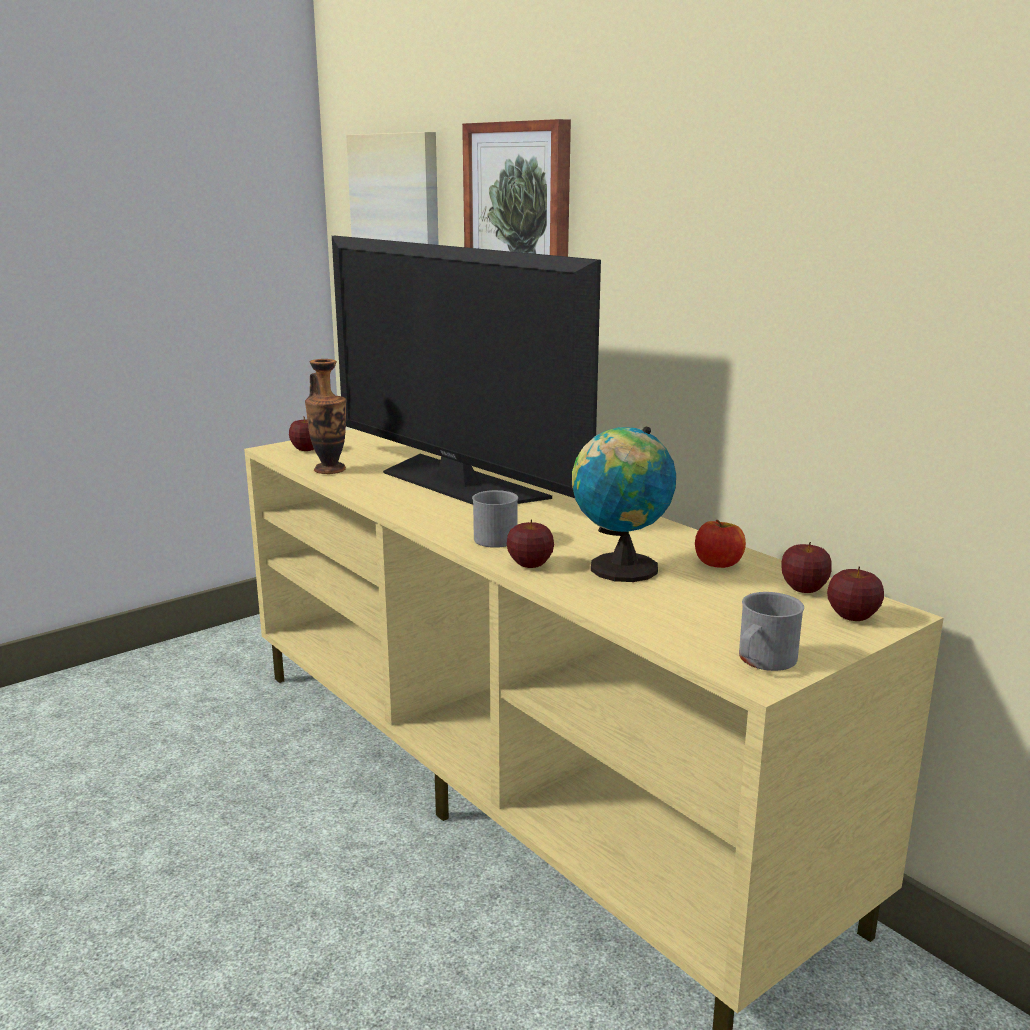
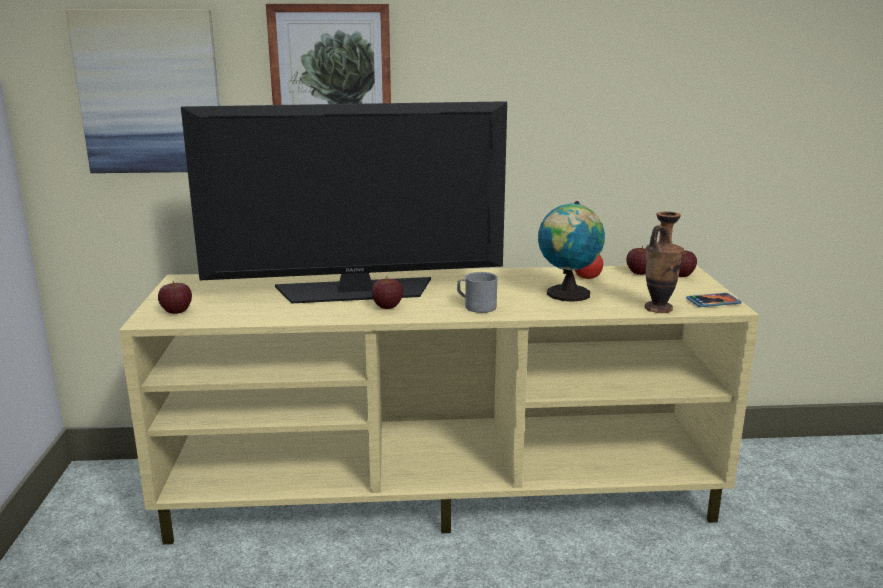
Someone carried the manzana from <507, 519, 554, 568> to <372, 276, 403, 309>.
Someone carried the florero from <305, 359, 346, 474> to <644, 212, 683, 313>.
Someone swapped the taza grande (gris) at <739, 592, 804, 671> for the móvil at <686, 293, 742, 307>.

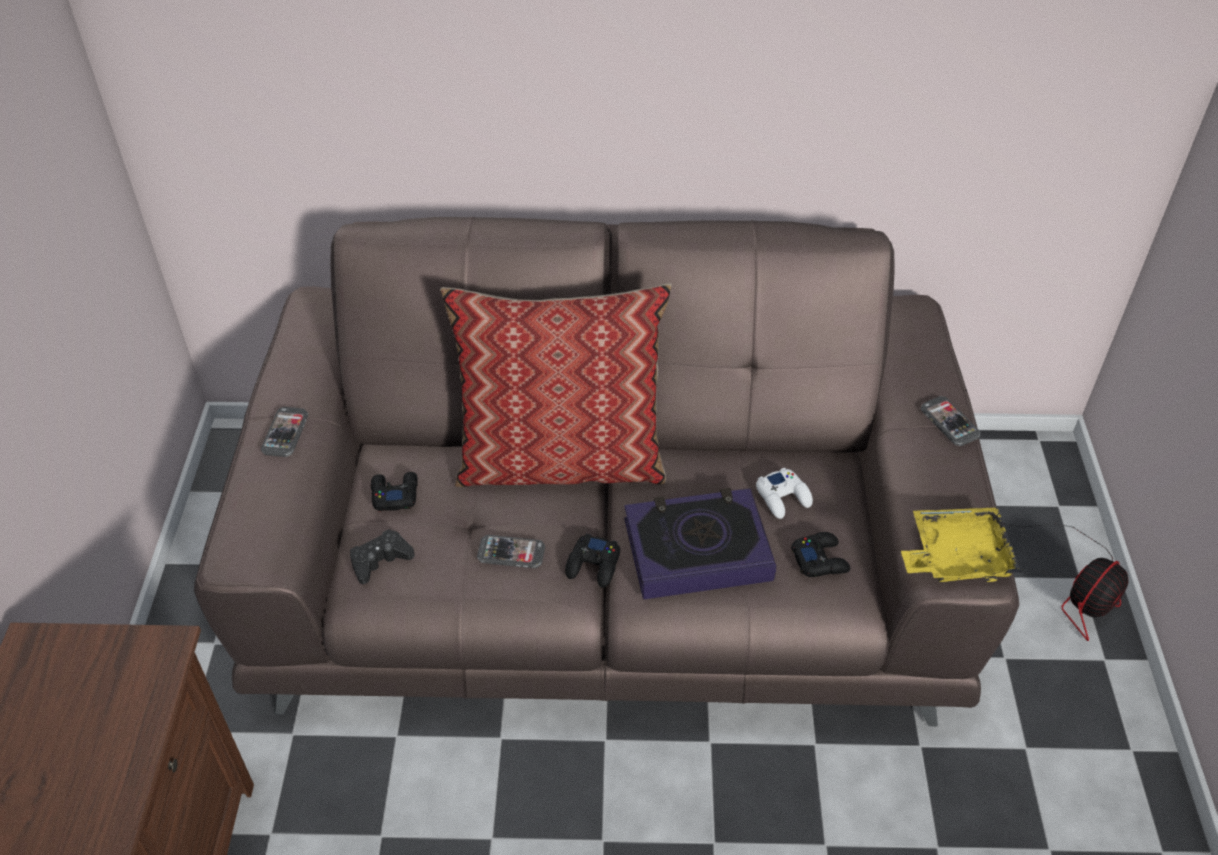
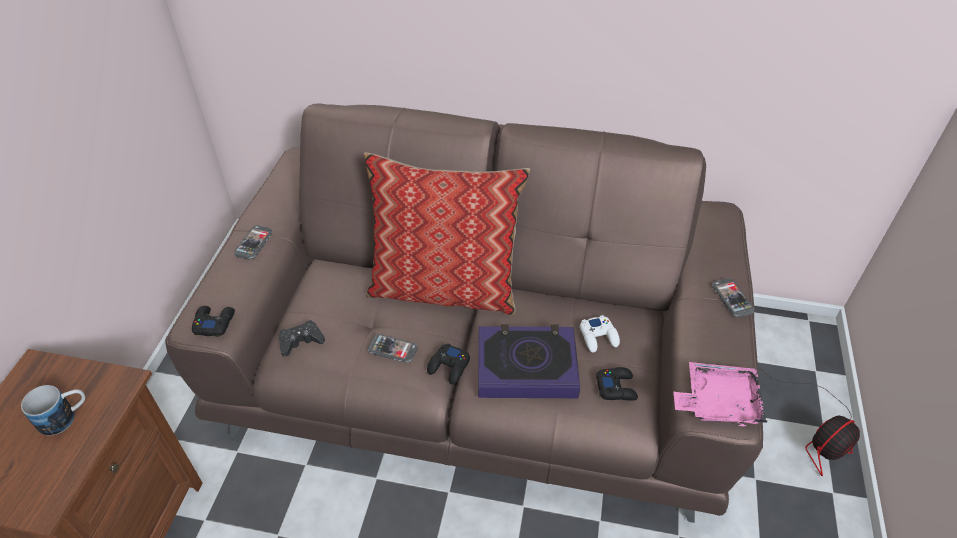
Someone put down the taza grande at <21, 385, 85, 436>.
Someone carried the mando de consola (negro) from <371, 472, 418, 511> to <192, 306, 235, 337>.
Someone repainted the bandeja (amarillo) at <901, 507, 1023, 582>, which became the bandeja (rosa) at <674, 362, 768, 426>.

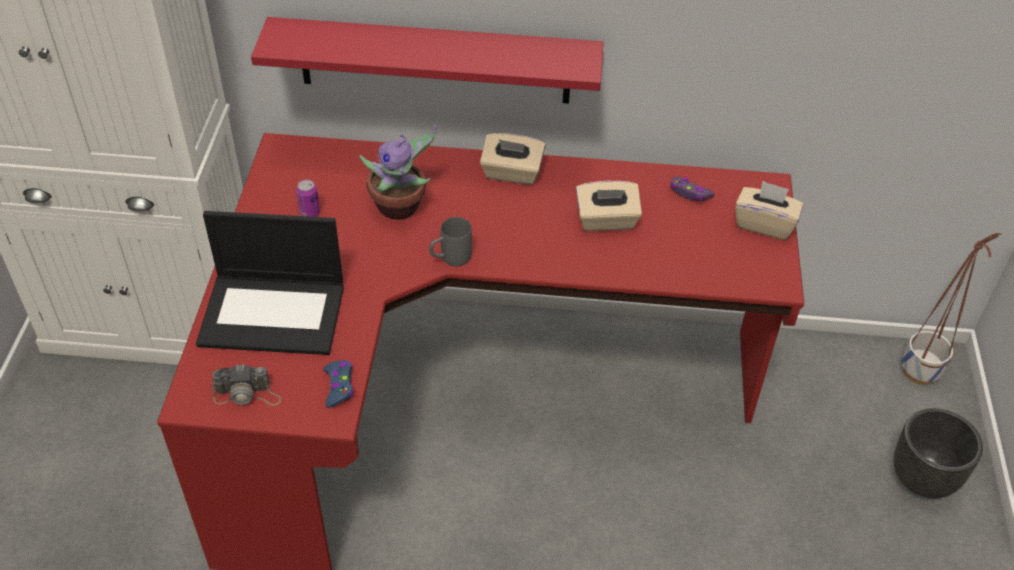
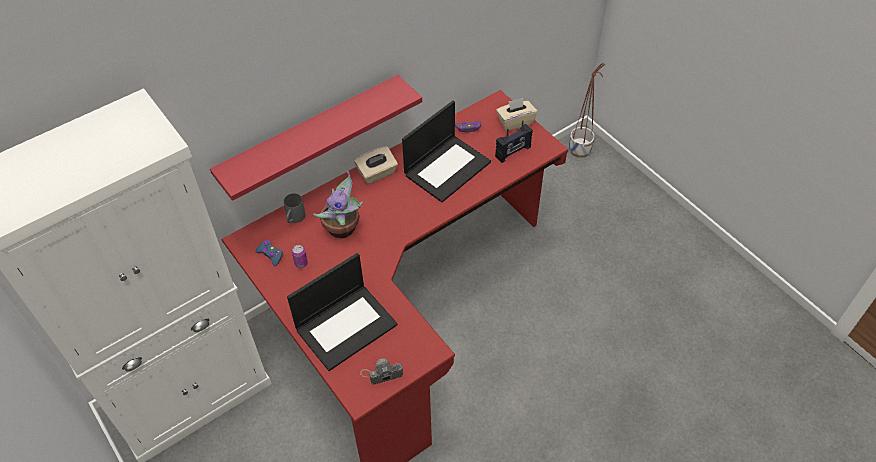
Someone carried the mando de consola (azul) from <324, 360, 354, 408> to <255, 240, 283, 266>.
Someone carried the taza grande (gris) from <429, 217, 472, 266> to <284, 193, 305, 223>.
Someone rotated the cámara at <212, 364, 281, 406> by 150 degrees counterclockwise.
Someone swapped the caja de pañuelos (beis) at <576, 181, 642, 231> for the portátil at <402, 101, 491, 203>.
Someone put down the radio at <495, 121, 533, 163>.
Someone took away the maceta (negro) at <894, 408, 983, 498>.

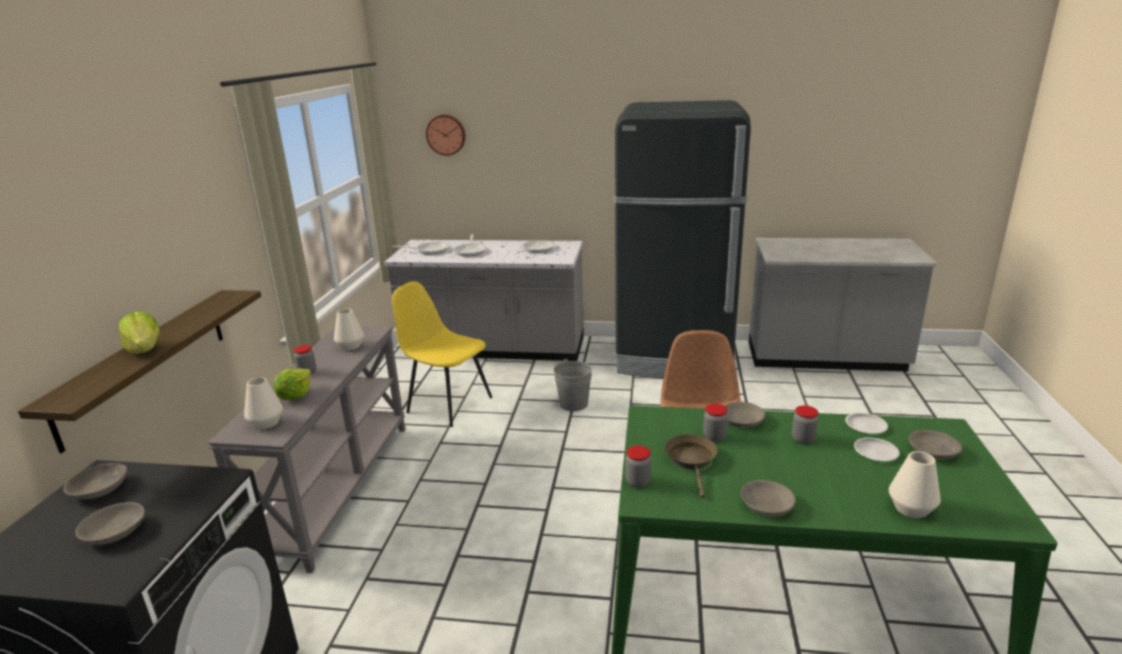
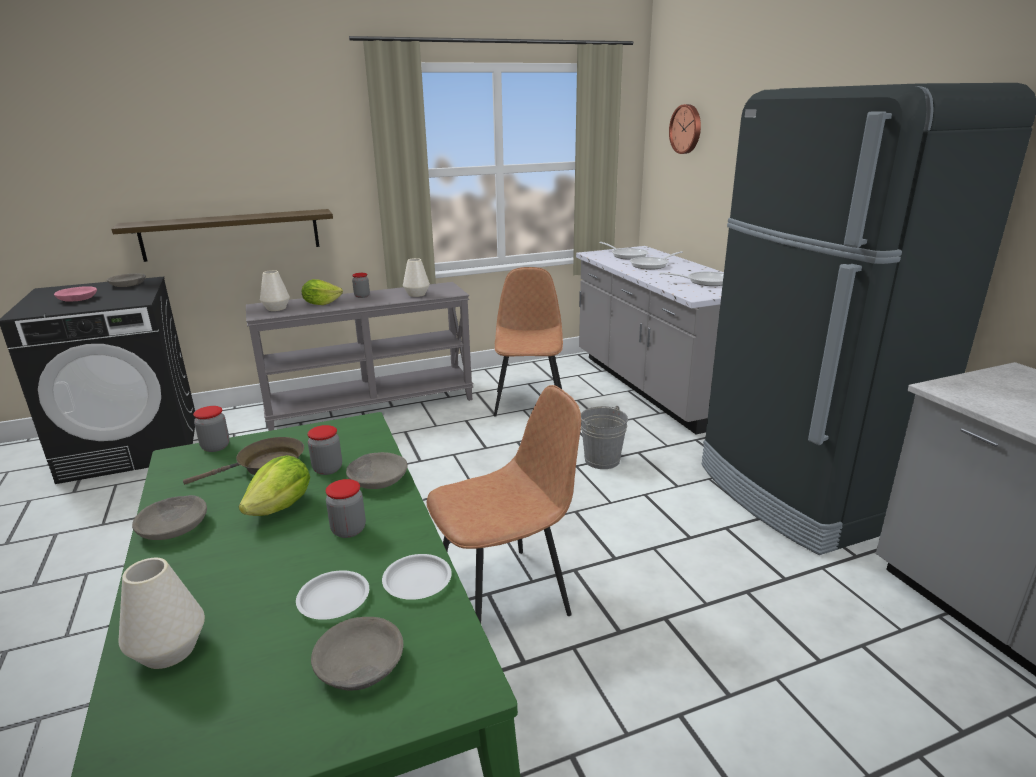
Someone repainted the cuenco (gris) at <75, 502, 145, 545>, which became the cuenco (rosa) at <54, 286, 97, 302>.
Someone carried the lechuga from <119, 311, 160, 354> to <239, 455, 310, 516>.
Someone repainted the silla (amarillo) at <392, 281, 492, 427>, which became the silla (marrón) at <494, 267, 563, 417>.

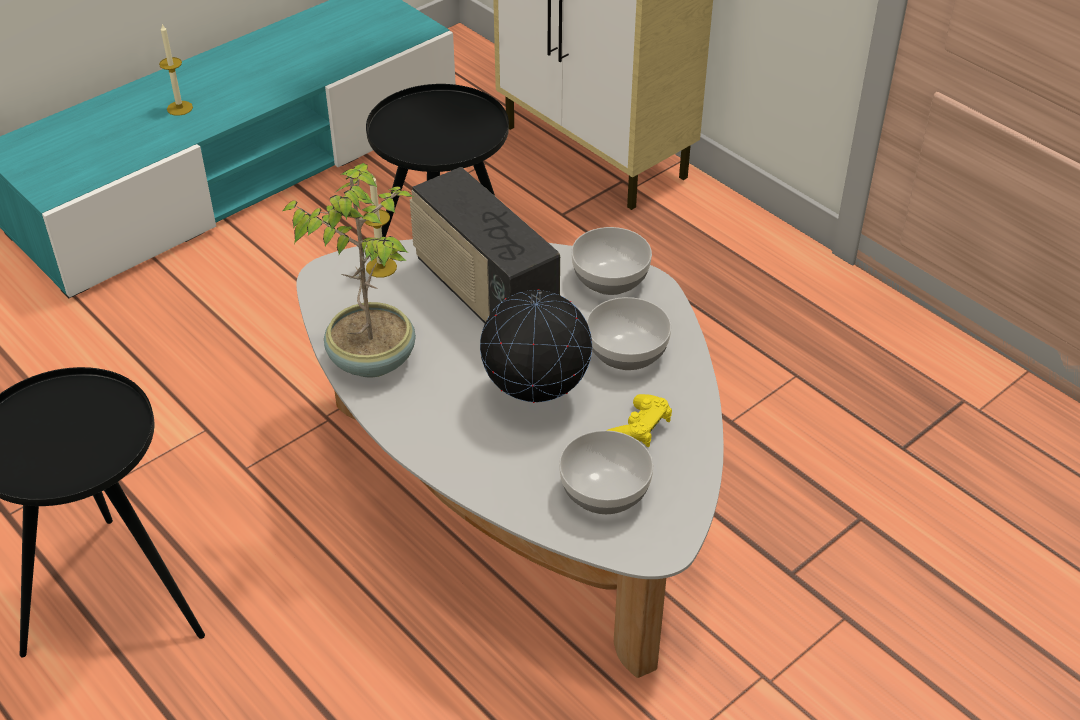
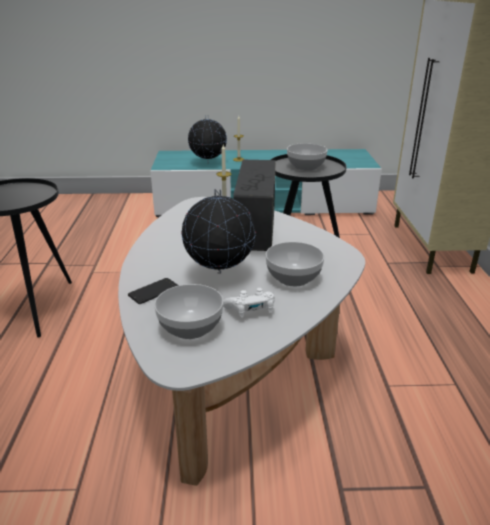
Someone put down the móvil at <128, 278, 179, 304>.
Someone put down the globo terráqueo at <188, 115, 227, 164>.
Someone repainted the mando de consola (amarillo) at <608, 394, 672, 447>, which became the mando de consola (blanco) at <223, 288, 275, 318>.
Someone carried the cuenco from <571, 227, 652, 295> to <287, 143, 328, 171>.
Someone took away the planta en maceta at <283, 163, 416, 378>.

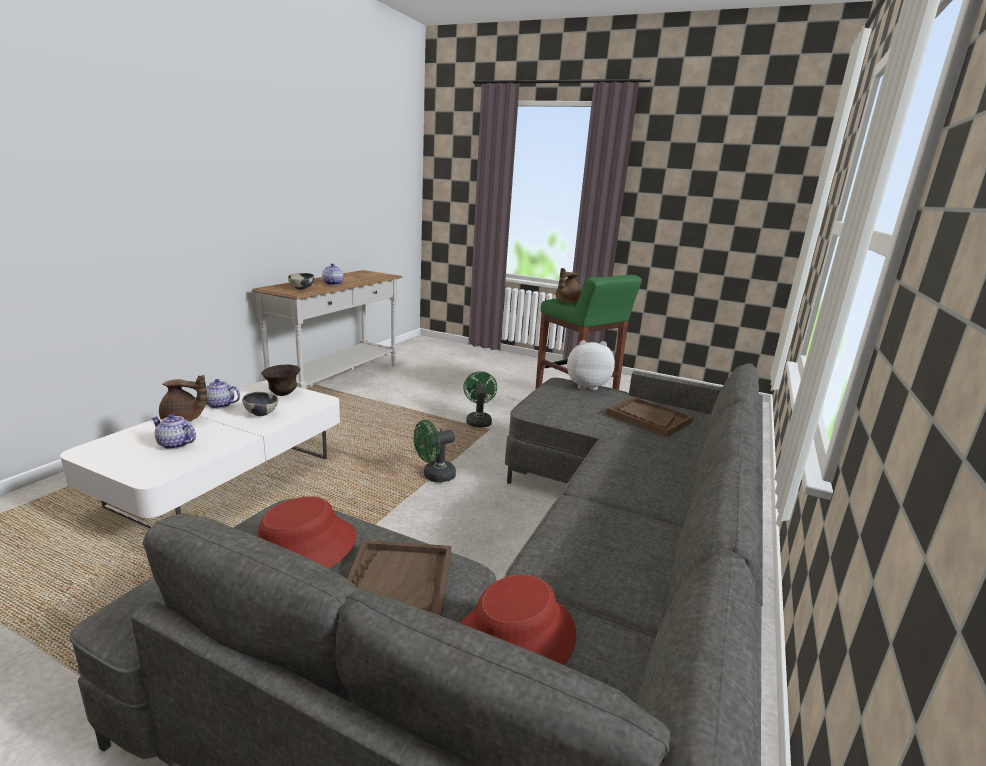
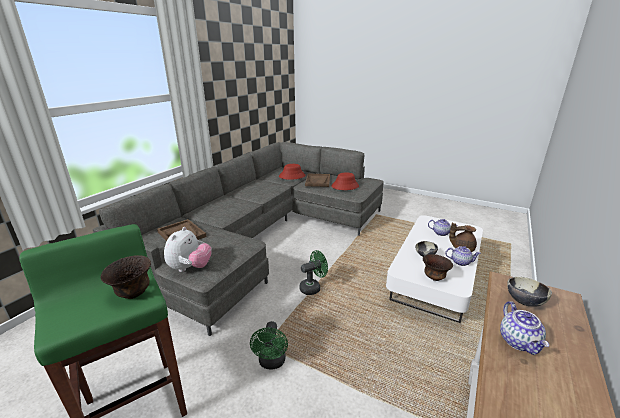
Someone swapped the tetera (marrón) at <556, 268, 581, 303> for the cuenco (marrón) at <100, 255, 151, 299>.
Someone rotated the peluche at <567, 340, 615, 390> by 75 degrees counterclockwise.

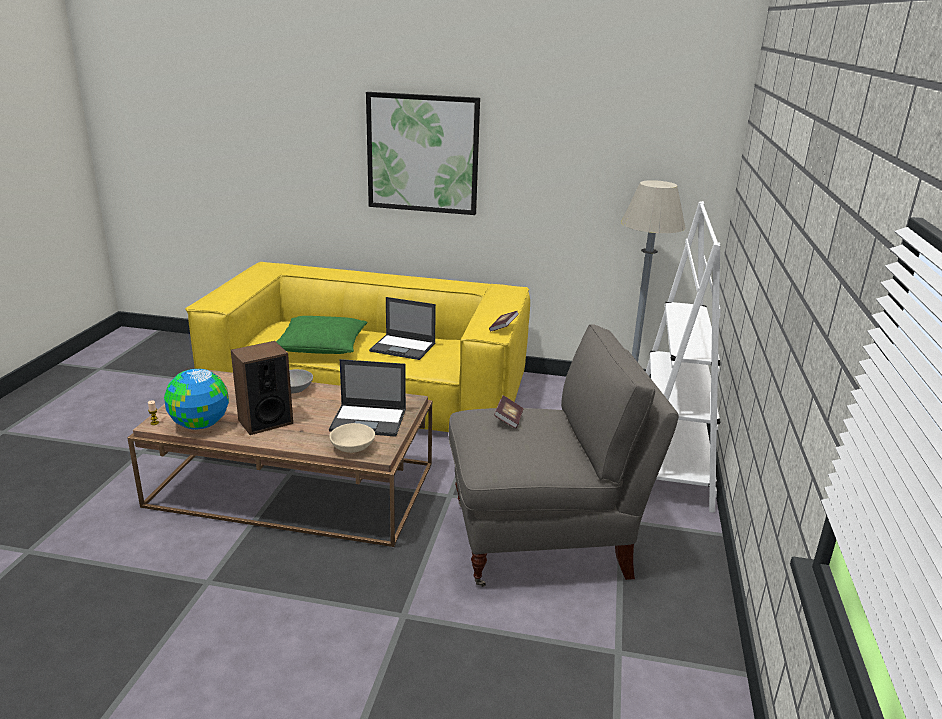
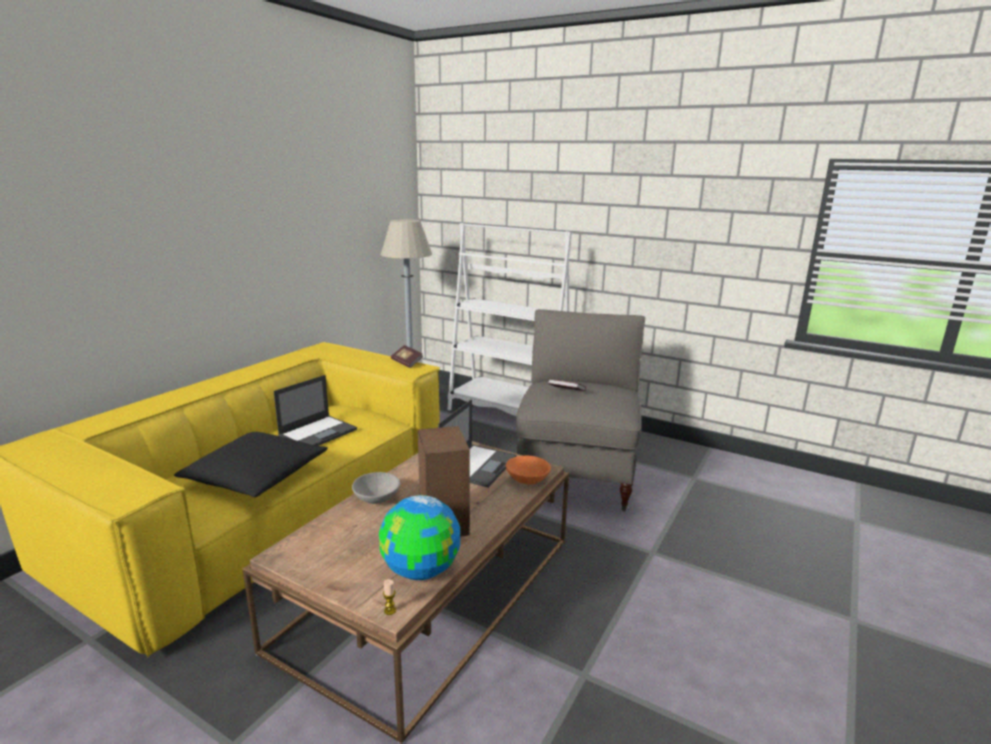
Someone repainted the cojín (verde) at <276, 316, 368, 354>, which became the cojín (negro) at <174, 432, 328, 497>.
Someone repainted the cuenco (beis) at <329, 423, 375, 453>, which became the cuenco (naranja) at <506, 456, 551, 484>.
Someone took away the cuadro at <366, 92, 480, 215>.

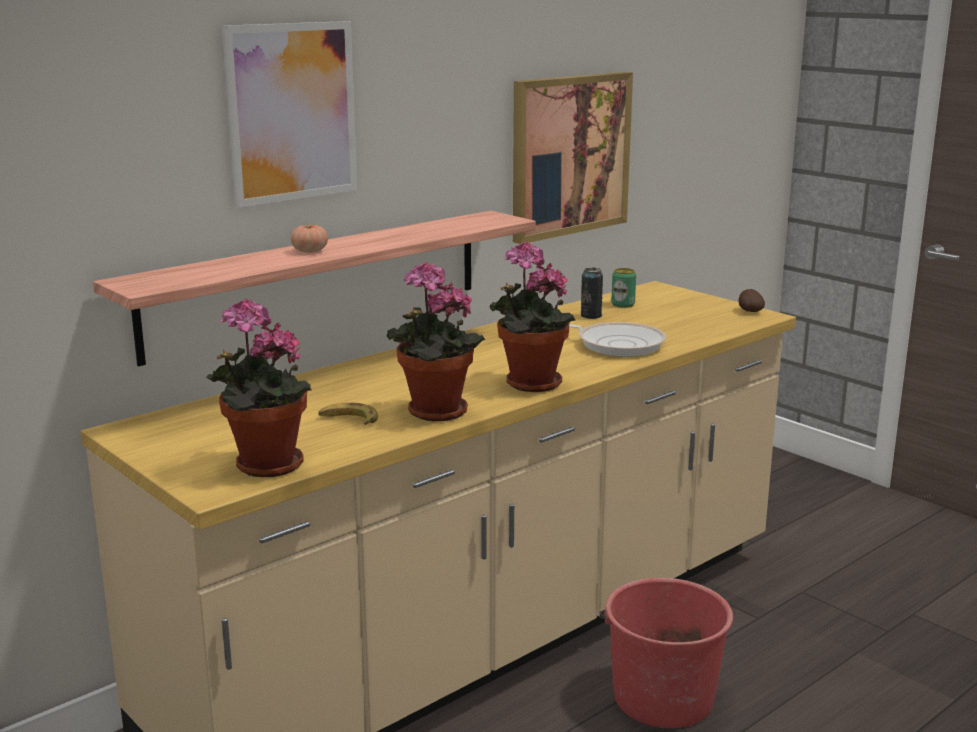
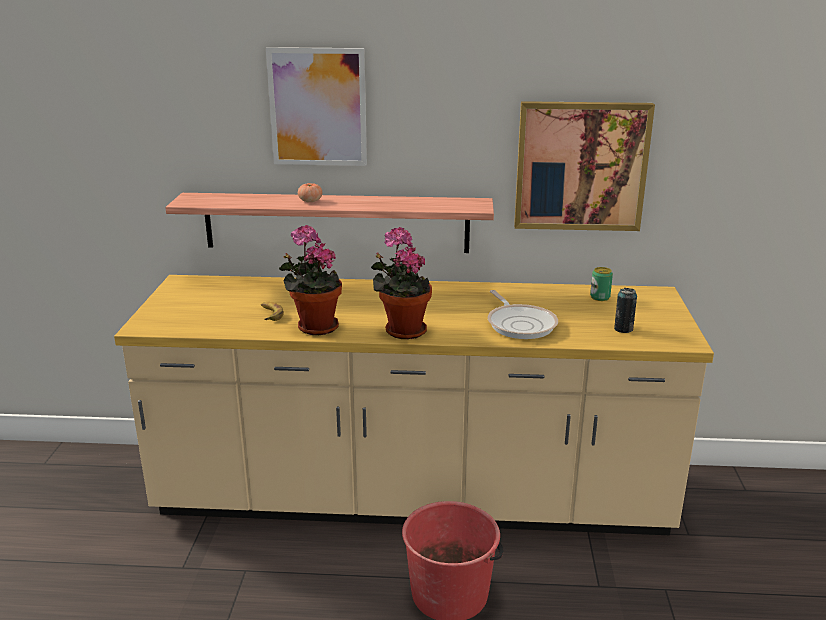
Someone carried the lata from <581, 268, 603, 319> to <614, 288, 637, 333>.
Someone took away the planta en maceta at <206, 298, 311, 477>.
Someone took away the patata at <738, 289, 765, 312>.

